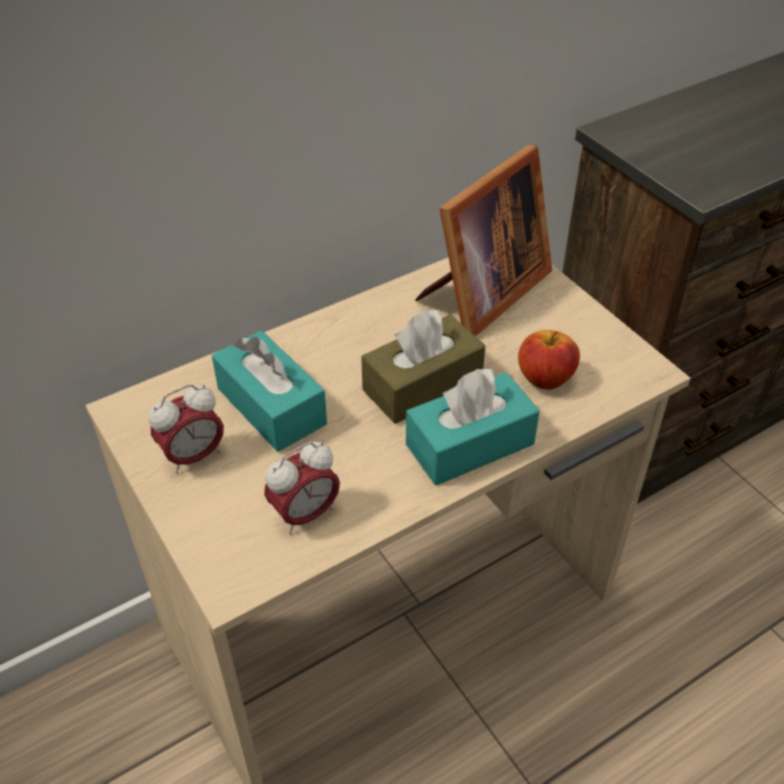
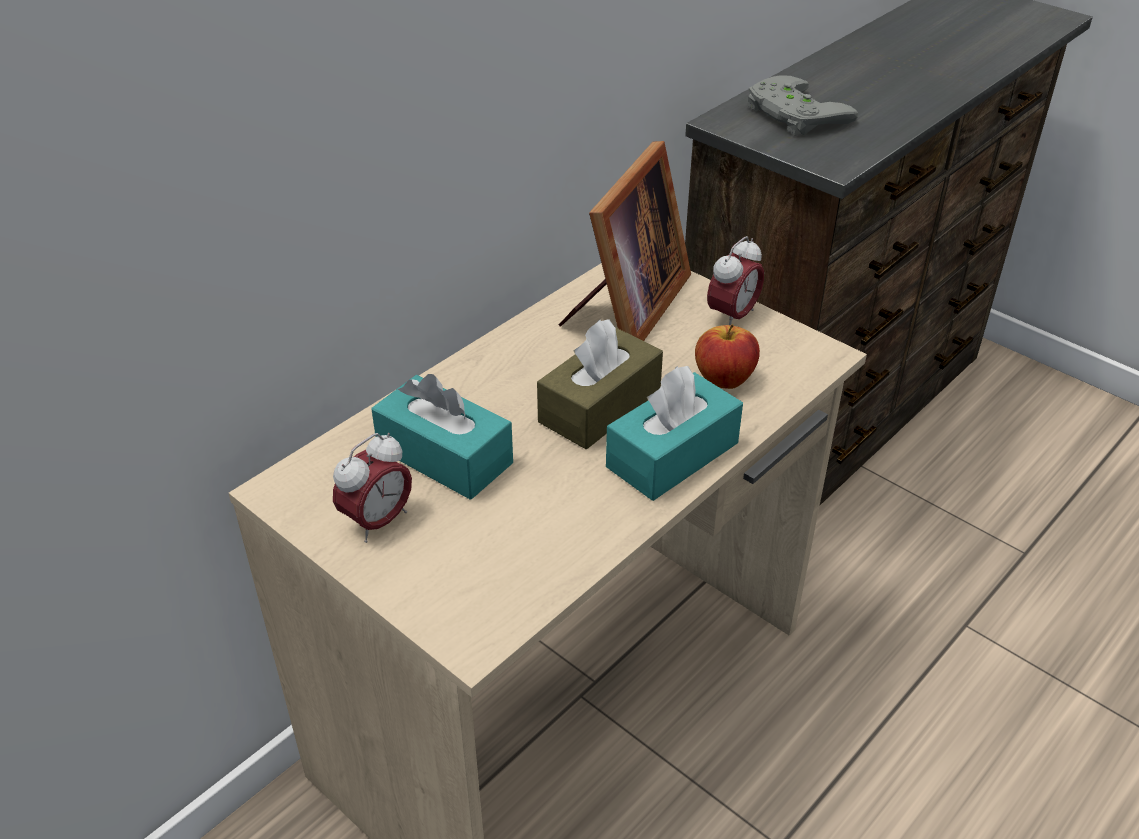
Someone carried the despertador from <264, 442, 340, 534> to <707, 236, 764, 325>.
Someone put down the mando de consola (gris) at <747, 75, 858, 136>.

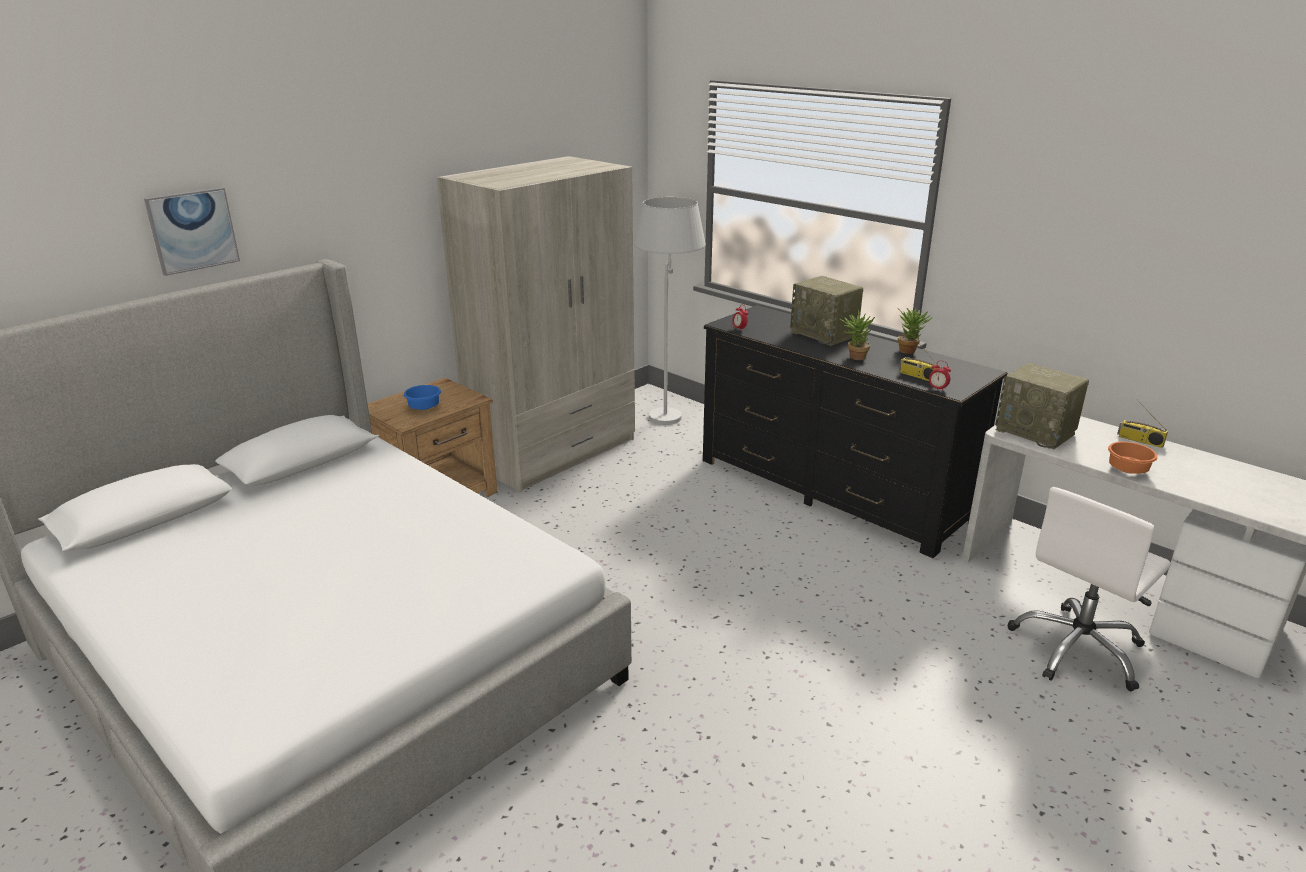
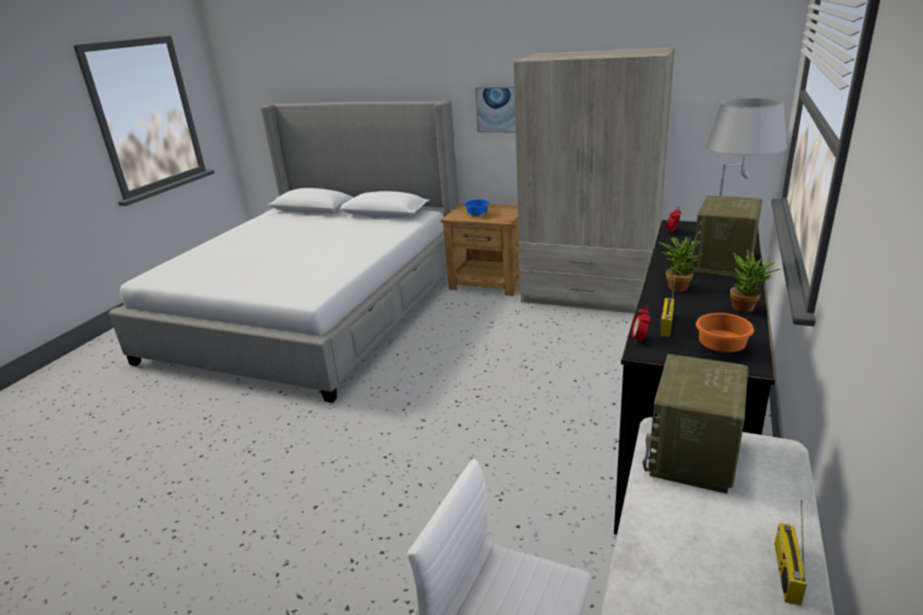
Someone carried the cuadro from <144, 187, 240, 276> to <475, 86, 516, 132>.
Someone carried the cuenco (naranja) from <1108, 442, 1158, 474> to <696, 313, 754, 352>.

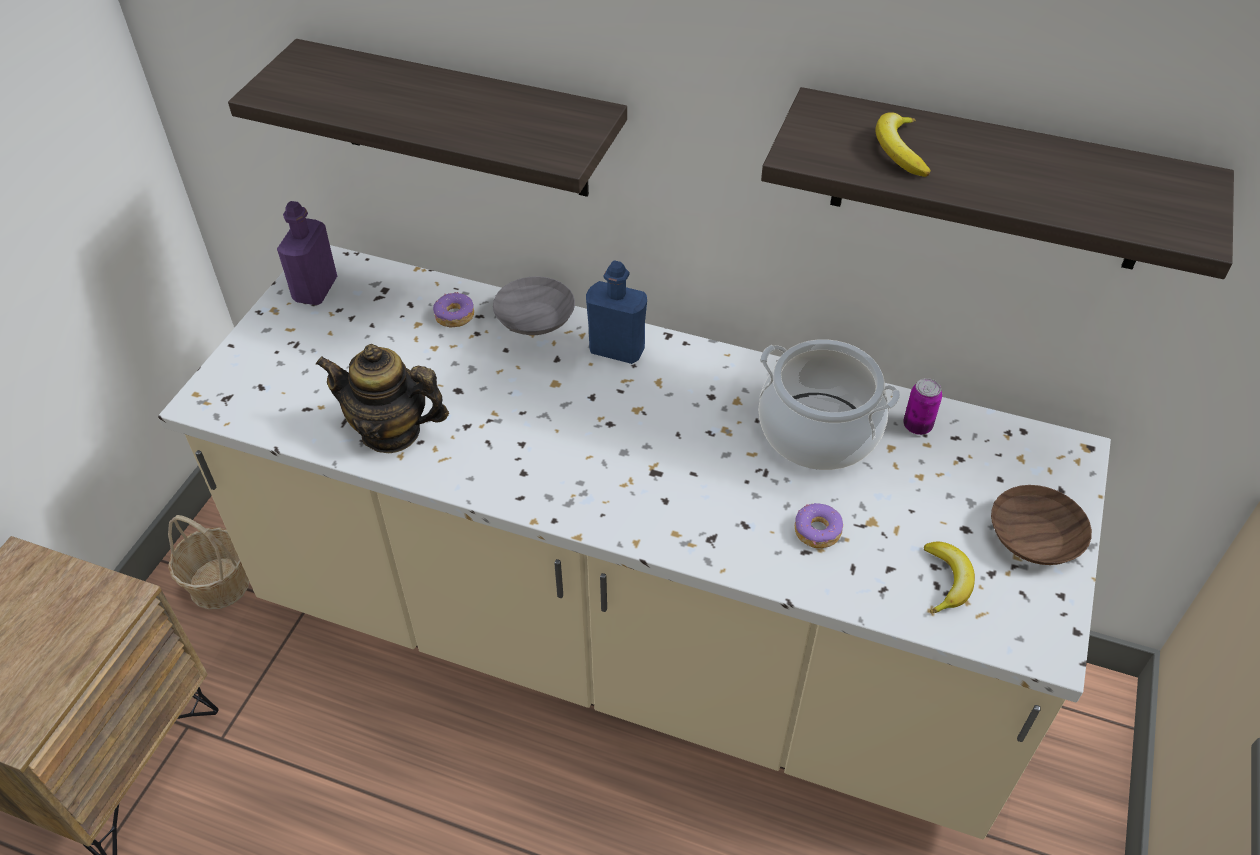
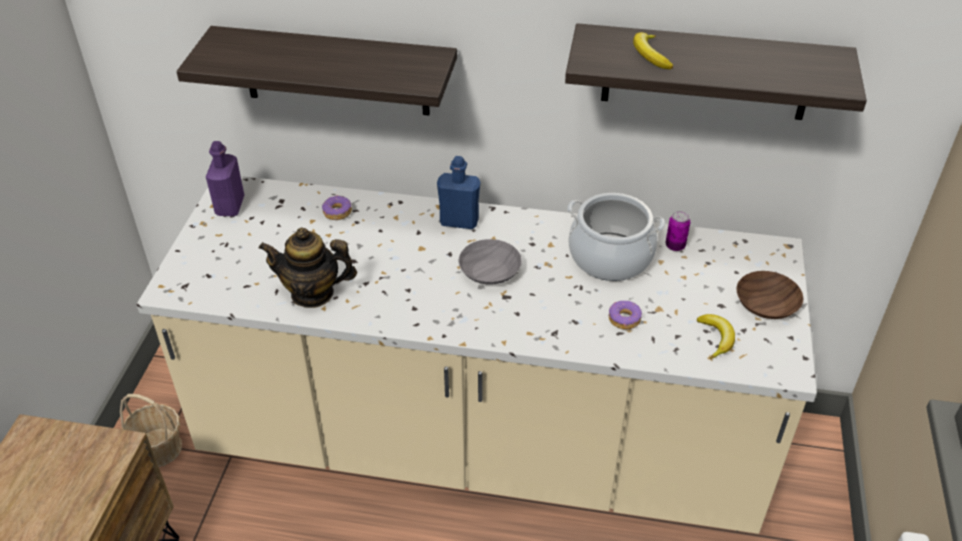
Someone carried the cuenco (gris) from <493, 277, 575, 335> to <459, 239, 522, 285>.

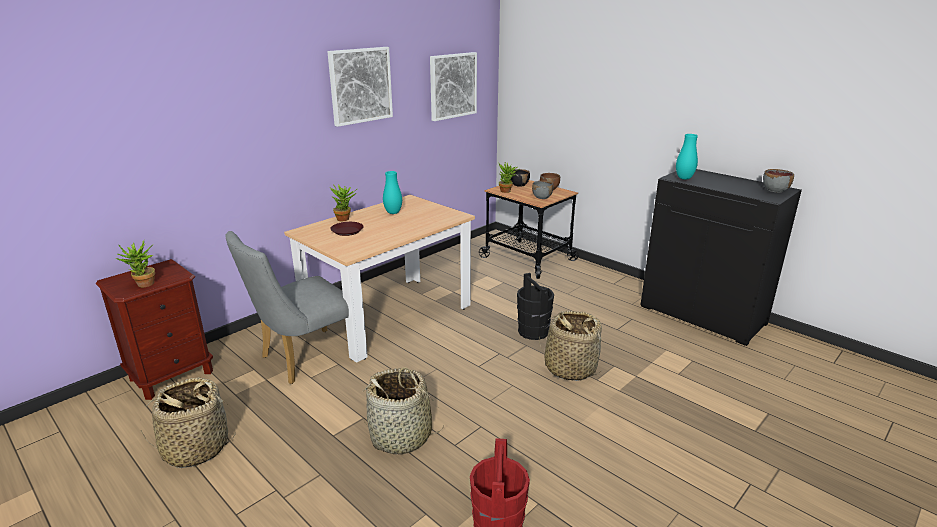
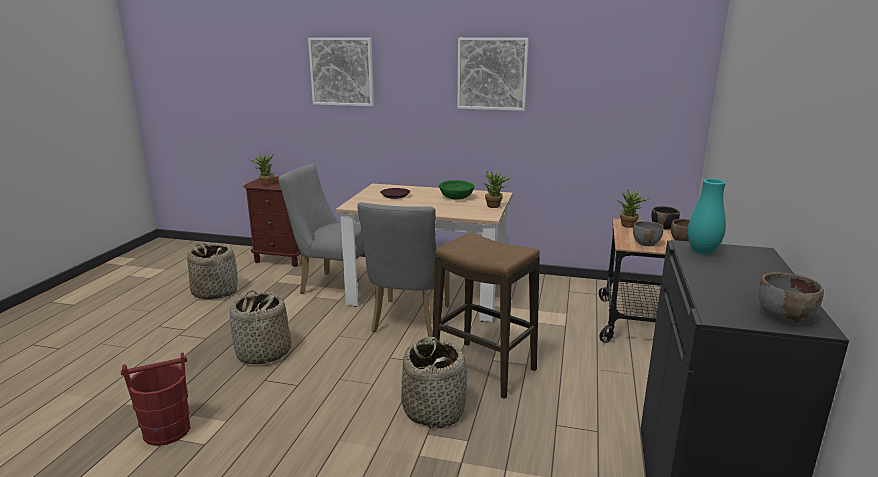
Someone carried the cuadro from <430, 52, 477, 121> to <308, 38, 374, 106>.
Someone put down the silla (gris) at <357, 202, 450, 337>.
Someone swapped the cubo (negro) at <517, 273, 554, 340> for the taburete at <432, 233, 540, 399>.
Someone swapped the florero (turquesa) at <383, 171, 402, 214> for the cuenco (verde) at <439, 180, 475, 200>.
Someone carried the planta en maceta from <330, 184, 357, 221> to <484, 170, 510, 208>.

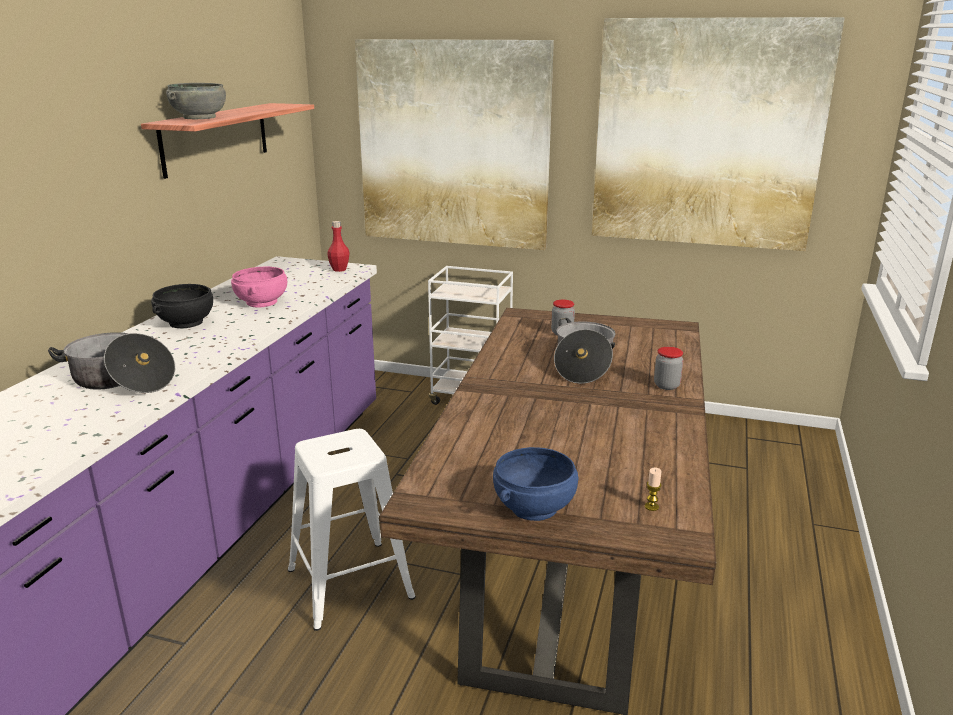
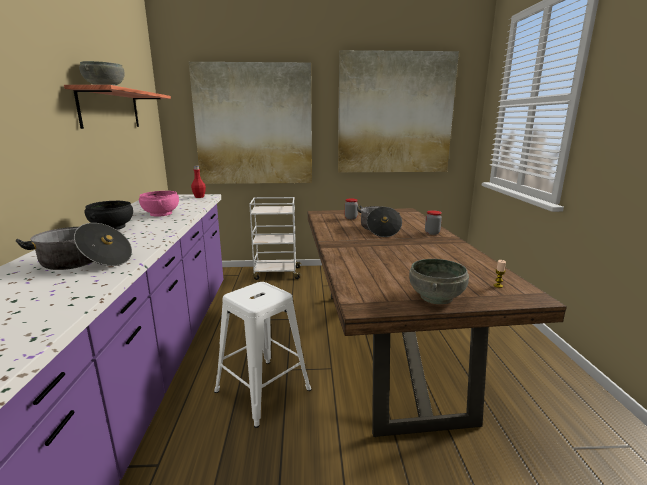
Someone repainted the cuenco (azul) at <493, 447, 578, 521>, which became the cuenco (gris) at <409, 259, 469, 304>.

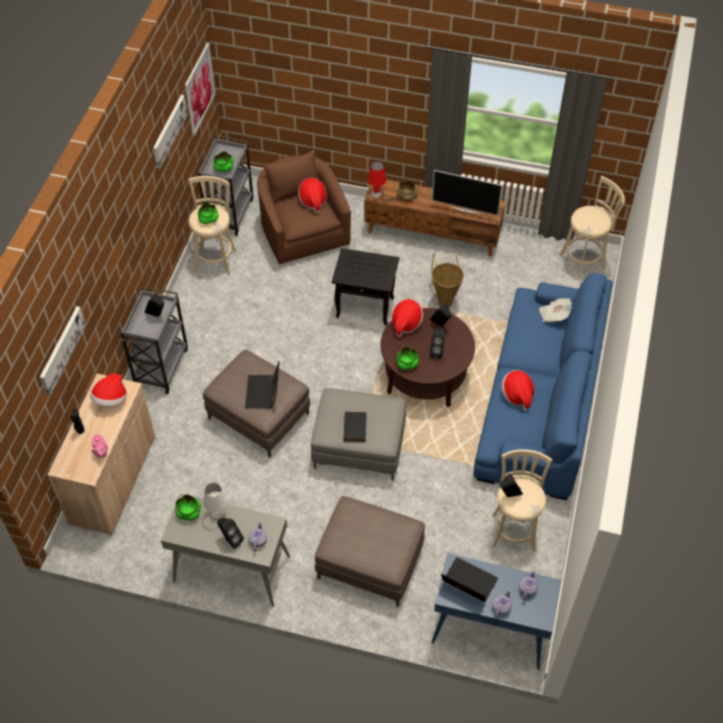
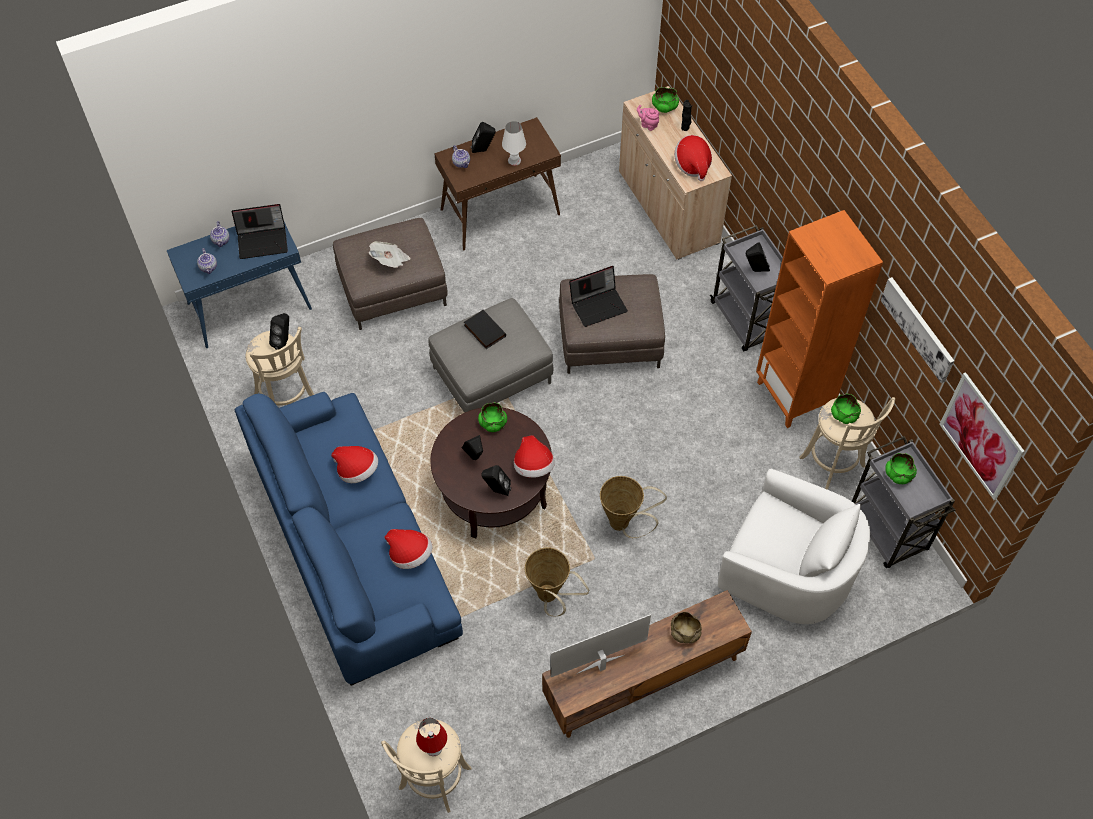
Someone carried the periódico from <539, 298, 572, 322> to <368, 241, 411, 268>.
Someone carried the sombrero from <298, 178, 327, 213> to <384, 529, 432, 569>.
Someone carried the lámpara de mesa (rojo) from <368, 162, 387, 197> to <416, 718, 447, 756>.
Someone repainted the mesa consola (gris) at <161, 493, 290, 607>, which became the mesa consola (marrón) at <434, 117, 561, 250>.
Someone rotated the portátil at <245, 361, 280, 409> by 105 degrees clockwise.
Someone swapped the mesa auxiliar (negro) at <331, 248, 400, 326> for the cesta at <600, 476, 667, 538>.
Someone carried the cuenco (verde) from <175, 495, 201, 521> to <652, 87, 679, 113>.
Someone repainted the sillón (marrón) at <257, 150, 351, 264>, which became the sillón (blanco) at <718, 469, 870, 624>.
Someone put down the estantería (naranja) at <756, 210, 883, 428>.
Someone took away the cuadro at <40, 306, 86, 396>.

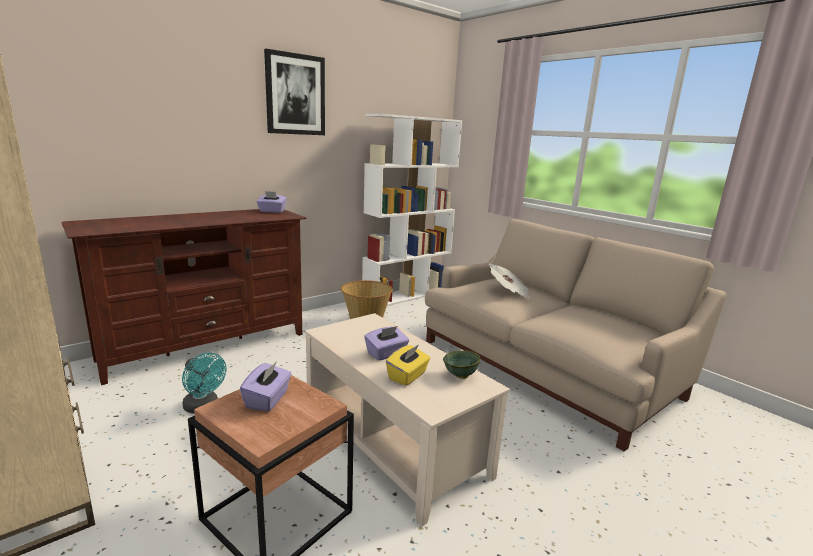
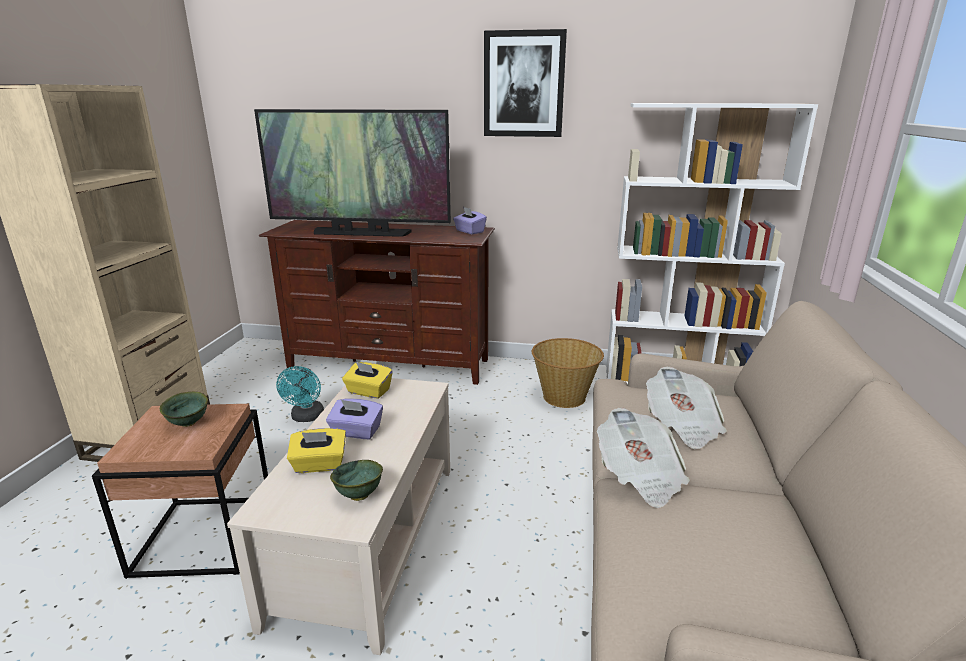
Someone swapped the caja de pañuelos (morado) at <240, 361, 292, 412> for the cuenco (verde) at <159, 392, 208, 427>.
Someone put down the televisor at <254, 109, 451, 237>.
Someone put down the caja de pañuelos (amarillo) at <342, 362, 393, 399>.
Someone put down the periódico at <597, 408, 690, 508>.

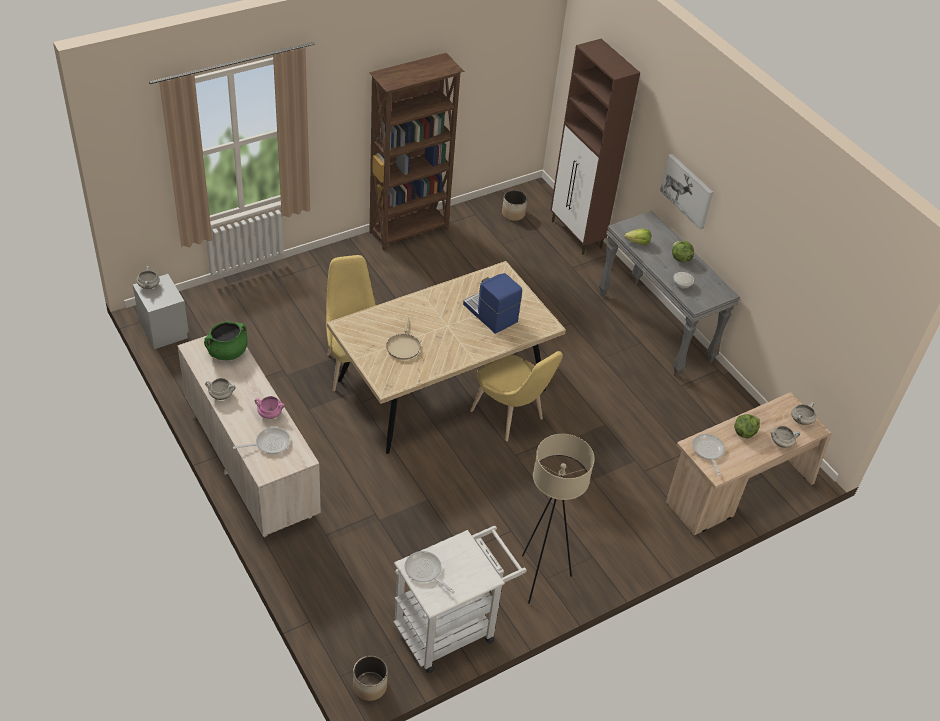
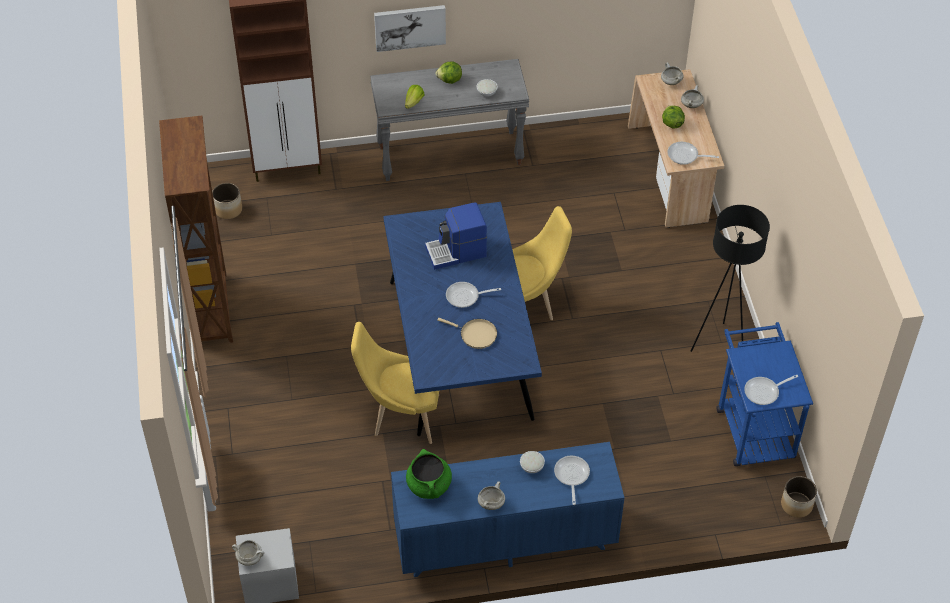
Someone repainted the mesa de comedor (beis) at <327, 261, 566, 454>, which became the mesa de comedor (azul) at <383, 202, 542, 436>.
Someone repainted the cómoda (beis) at <178, 335, 321, 537>, which became the cómoda (azul) at <391, 442, 625, 577>.
Someone put down the sartén at <446, 282, 501, 308>.
Someone swapped the olla (rosa) at <255, 396, 285, 419> for the cuenco (blanco) at <520, 451, 545, 473>.
Someone repainted the lámpara de pie (beis) at <522, 434, 595, 604>, which became the lámpara de pie (negro) at <691, 205, 770, 352>.
Someone repainted the carrito (blanco) at <393, 526, 527, 673>, which became the carrito (azul) at <716, 322, 813, 466>.

